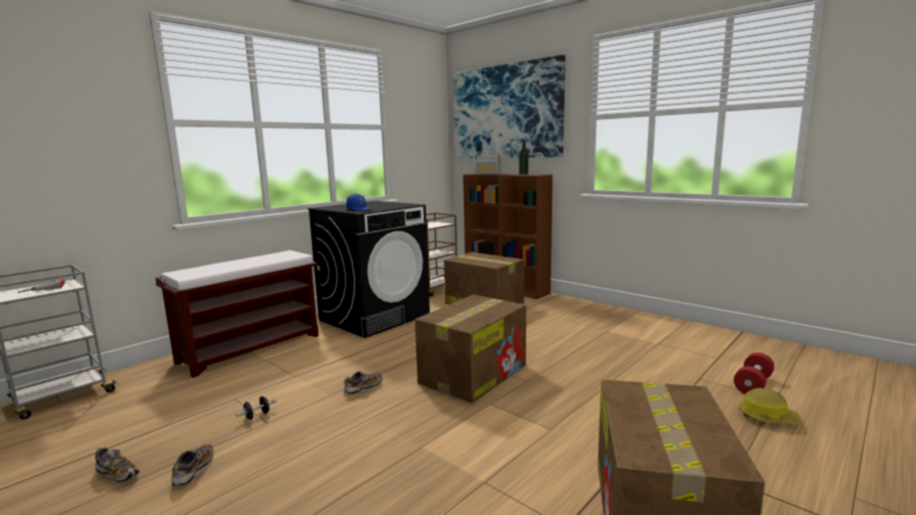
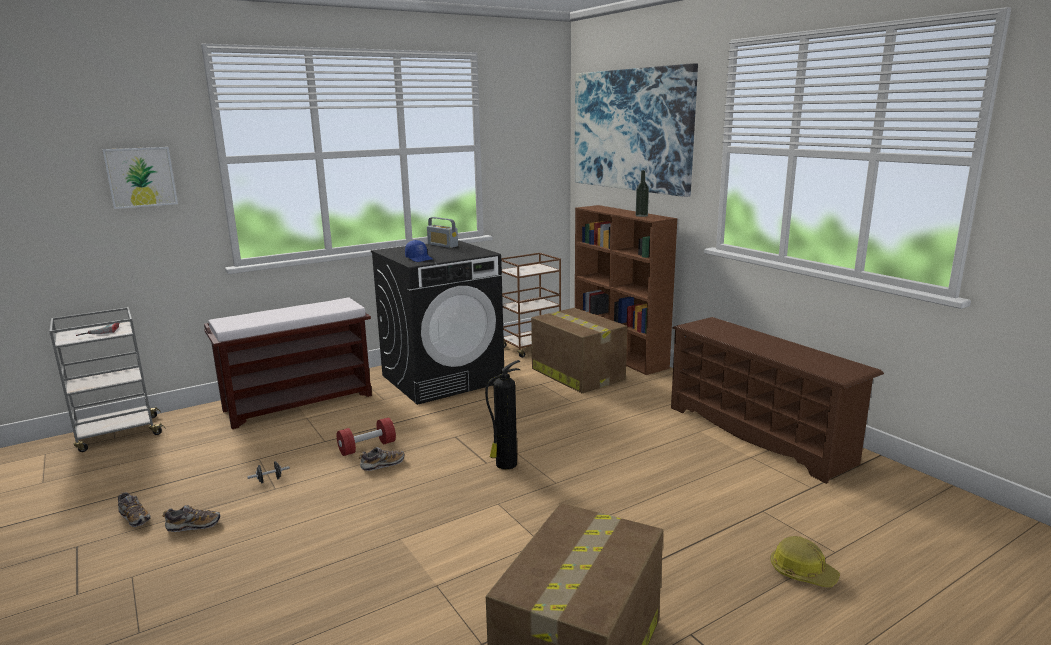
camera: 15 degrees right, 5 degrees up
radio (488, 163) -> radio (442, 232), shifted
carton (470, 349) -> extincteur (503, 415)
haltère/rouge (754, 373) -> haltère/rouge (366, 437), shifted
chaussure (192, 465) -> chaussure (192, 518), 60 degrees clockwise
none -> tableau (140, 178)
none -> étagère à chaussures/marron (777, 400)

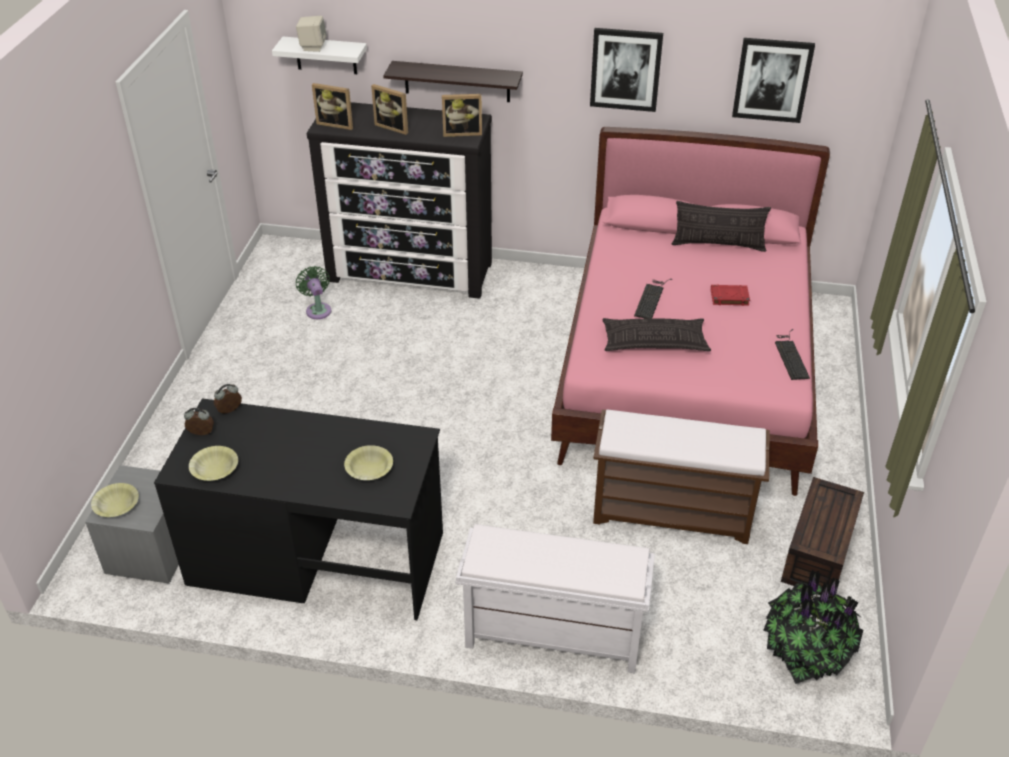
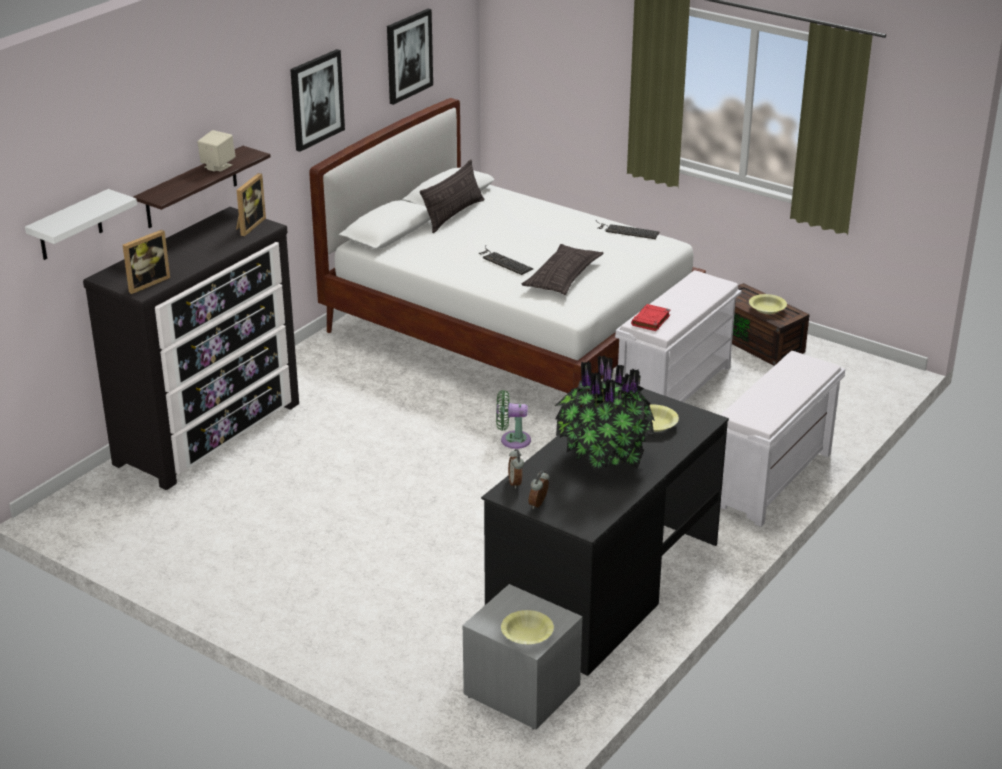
camera: 65 degrees left, 10 degrees down
enceinte/beige (311, 34) -> enceinte/beige (216, 151), shifted
cadre photo (389, 109) -> none
lit/rose (690, 311) -> lit/blanc (507, 252)
ventilateur/vert (314, 292) -> ventilateur/vert (513, 419), shifted
livre/rouge (730, 295) -> livre/rouge (651, 317), shifted
banc/marron (681, 477) -> banc/blanc (678, 336)
bol/jaune (213, 463) -> bol/jaune (768, 304), shifted
plante en pot (813, 627) -> plante en pot (605, 414), shifted

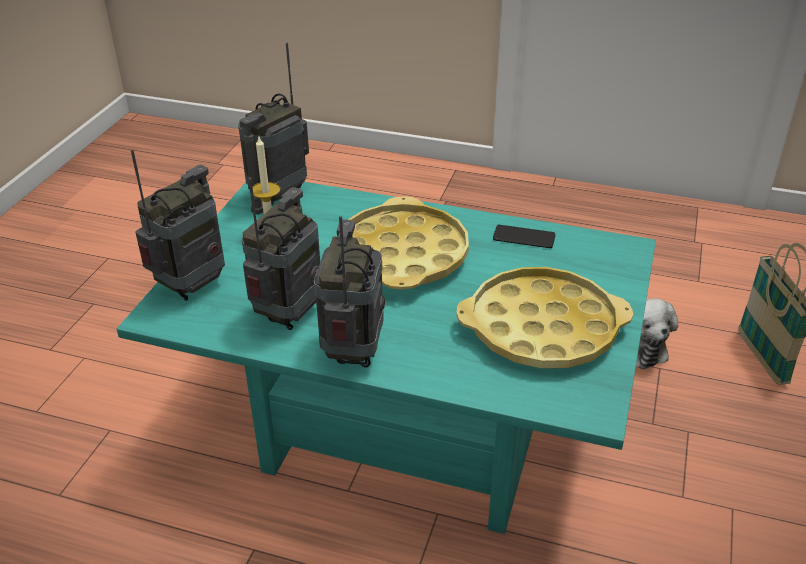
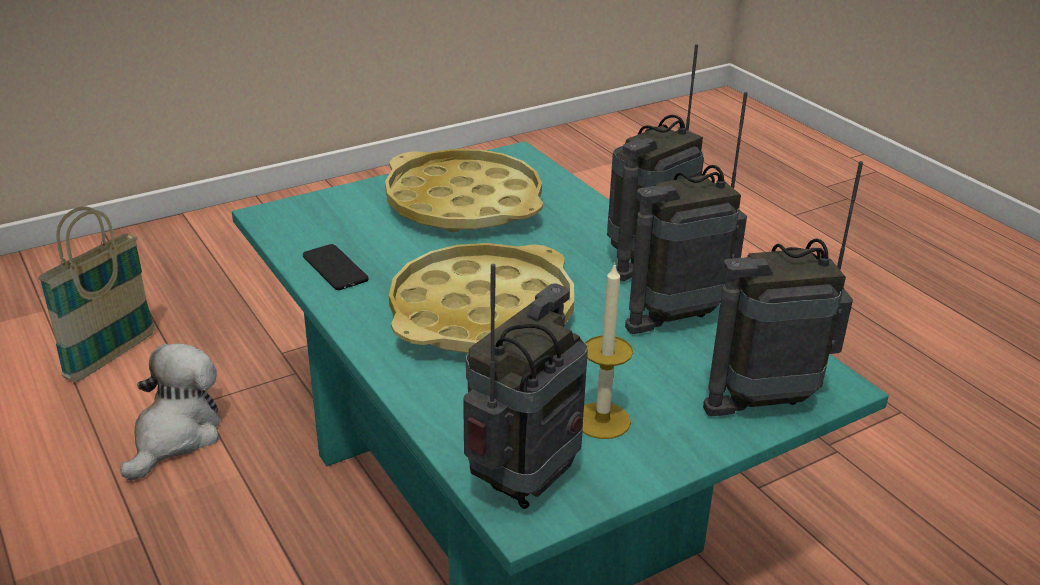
camera: 140 degrees left, 5 degrees down
radio (273, 128) -> radio (525, 386), 45 degrees counterclockwise

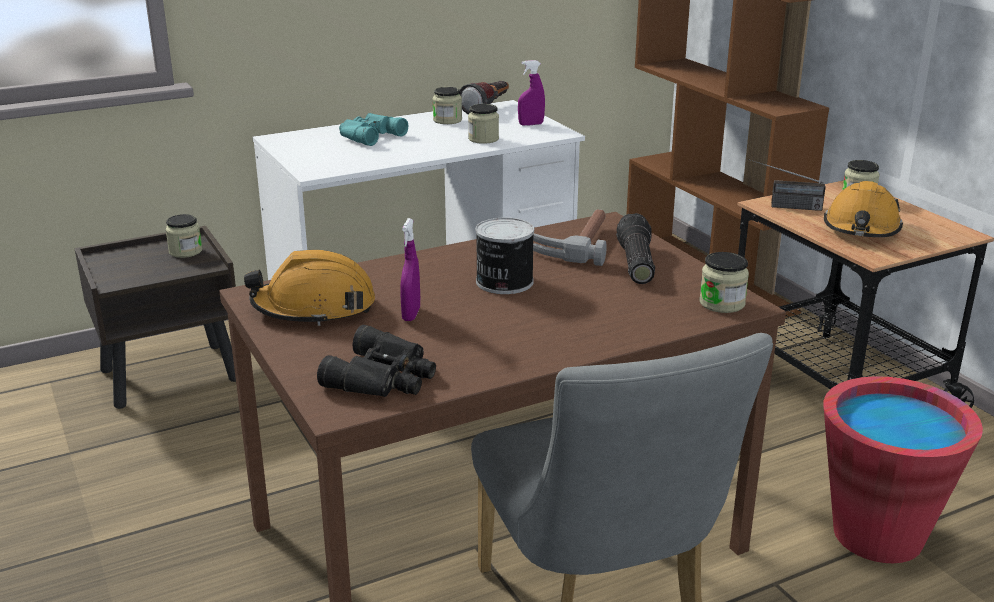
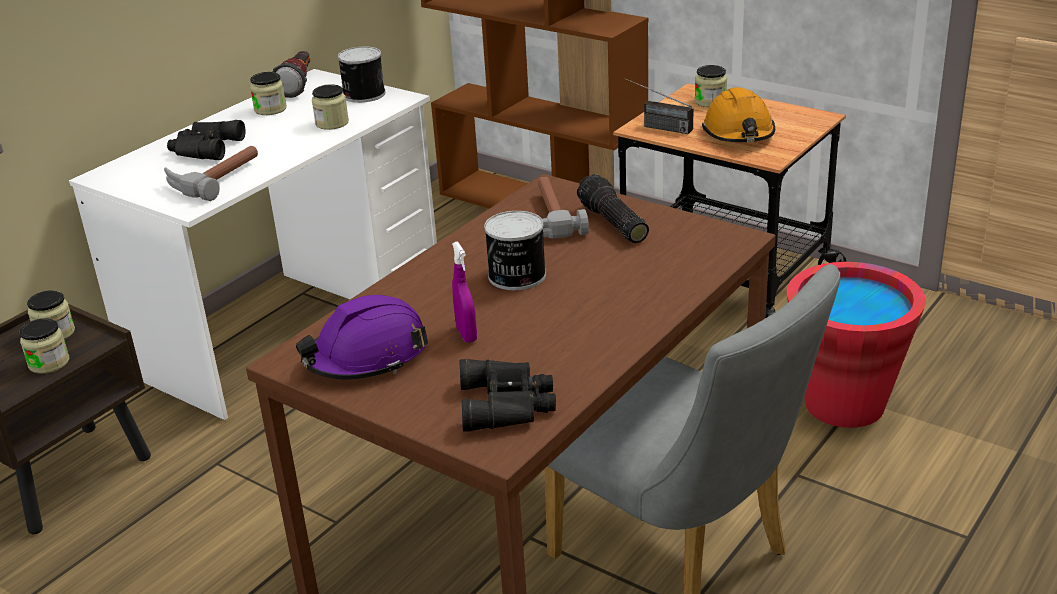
camera: 25 degrees left, 5 degrees up
vaporisateur/violet (531, 93) -> boîte métallique (362, 74)
jumelles/turquoise (373, 129) -> jumelles/noir (206, 140)
radio (787, 185) -> radio (659, 106), 45 degrees clockwise
casque de chantier/orange (309, 288) -> casque de chantier/violet (362, 337)
bocal (724, 282) -> bocal (44, 346), shifted
none -> marteau (211, 173)

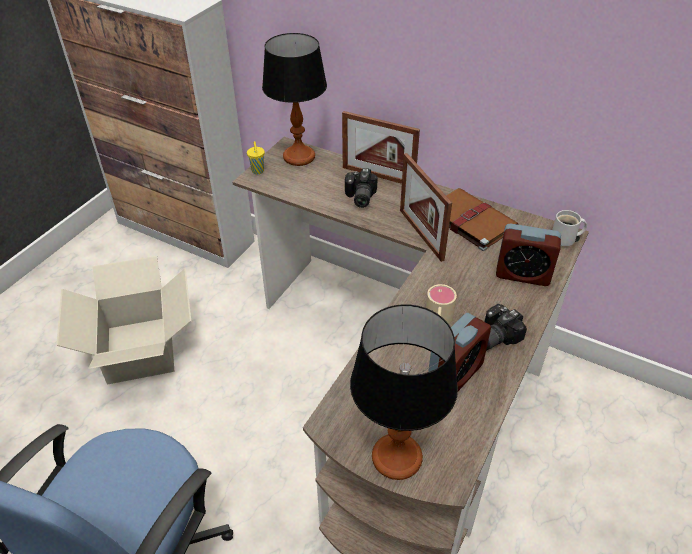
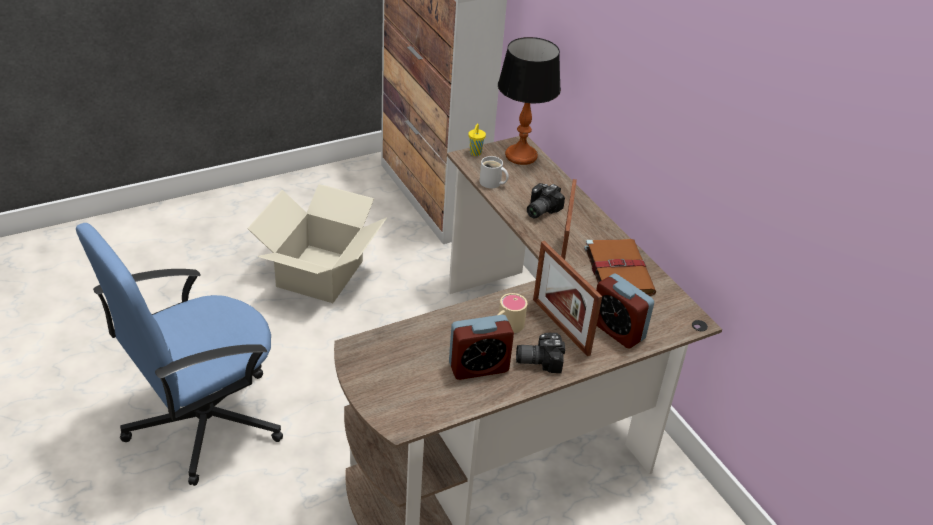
camera: 30 degrees right, 5 degrees down
cadre photo (381, 147) -> cadre photo (567, 298), shifted
mug/blanc (569, 228) -> mug/blanc (494, 172), shifted
lampe de table (404, 392) -> none

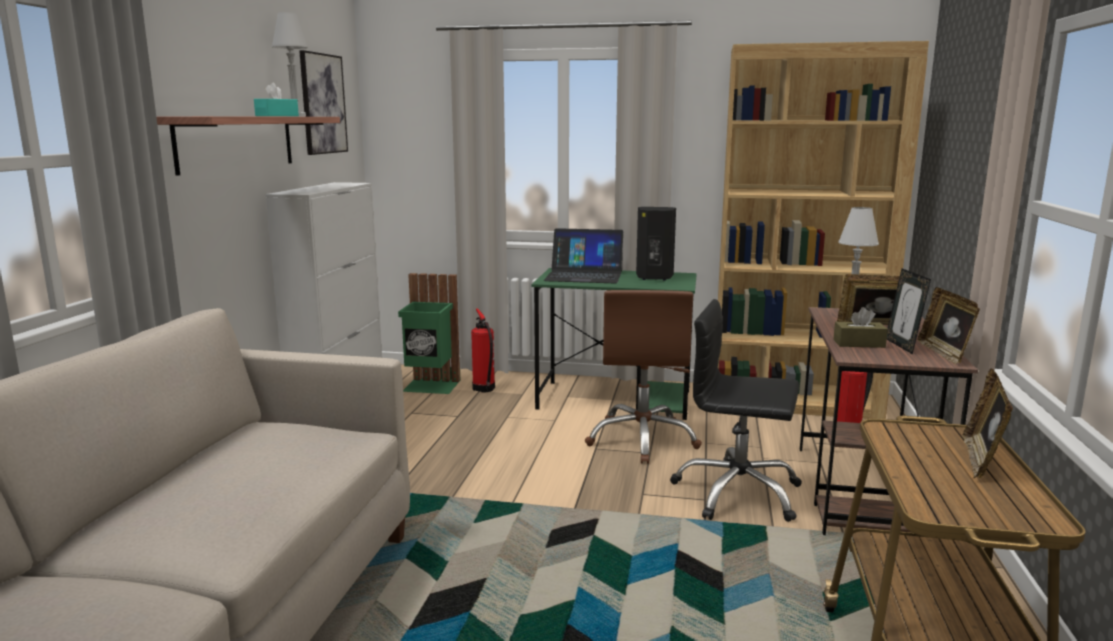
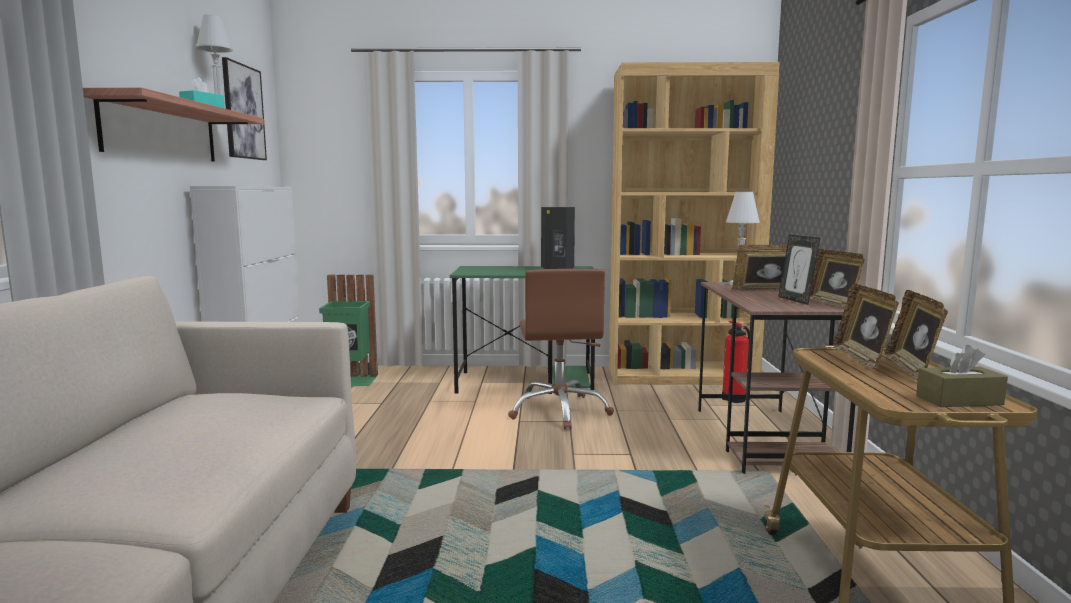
camera: 10 degrees left, 5 degrees down
ordinateur portable (583, 255) -> none
chaise de bureau/noir (736, 410) -> none
boîte à mouchoirs/marron (860, 327) -> boîte à mouchoirs/marron (962, 376), shifted
extincteur (483, 350) -> none
none -> cadre photo (866, 326)

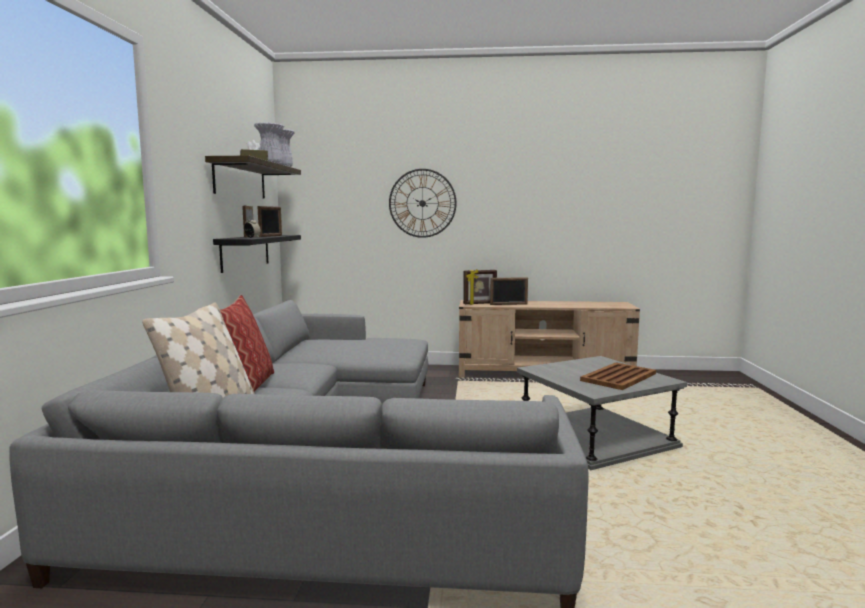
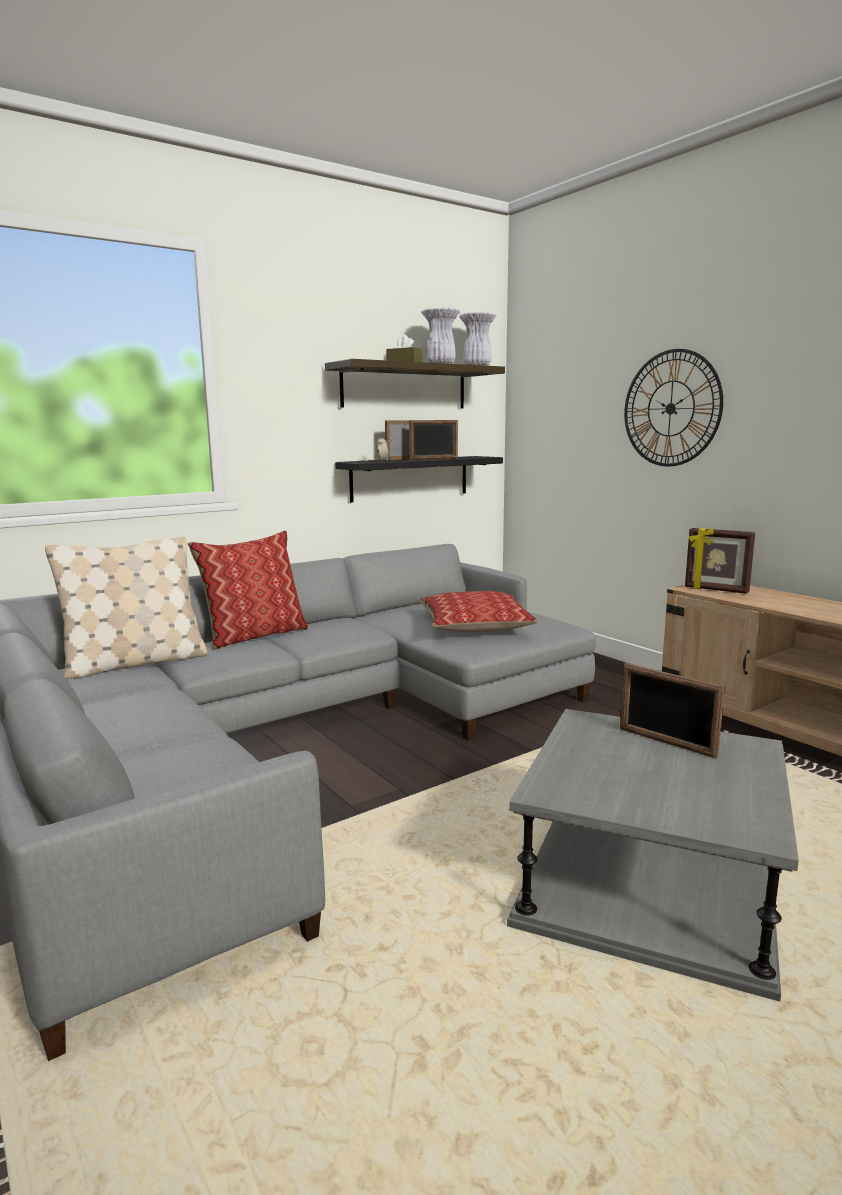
camera: 50 degrees right, 5 degrees up
cadre photo (509, 291) -> cadre photo (672, 711), shifted
plateau/marron (618, 376) -> none
none -> coussin (478, 611)

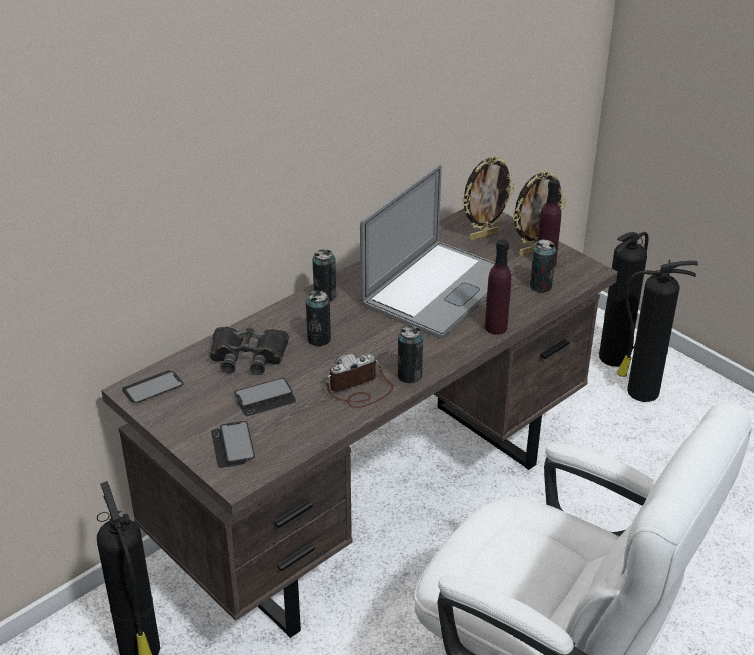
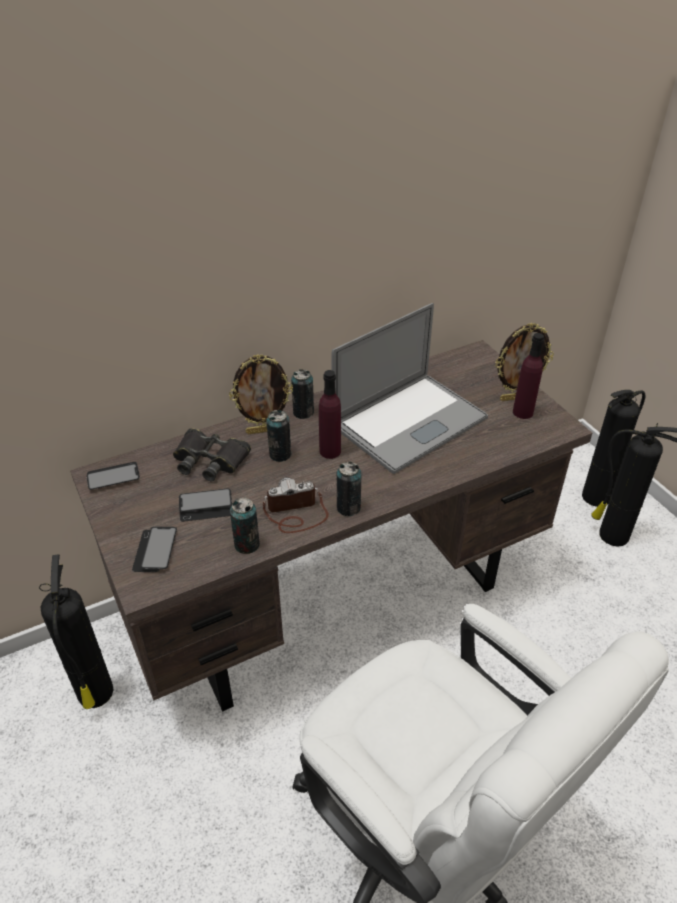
camera: 15 degrees right, 5 degrees up
cadre photo (488, 198) -> cadre photo (261, 394), shifted
boîte métallique (543, 265) -> boîte métallique (245, 526), shifted
bouteille/violet (498, 287) -> bouteille/violet (330, 414), shifted

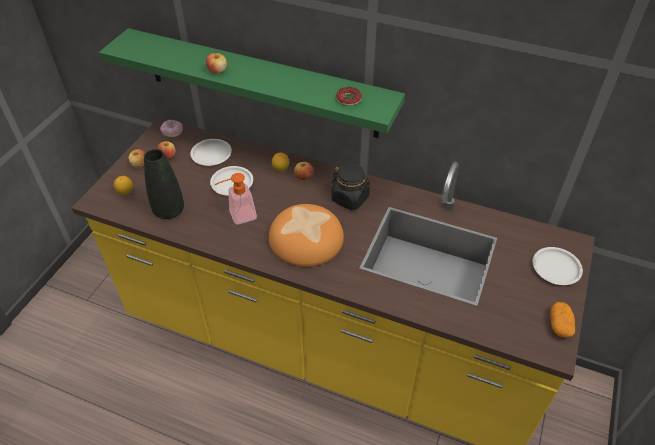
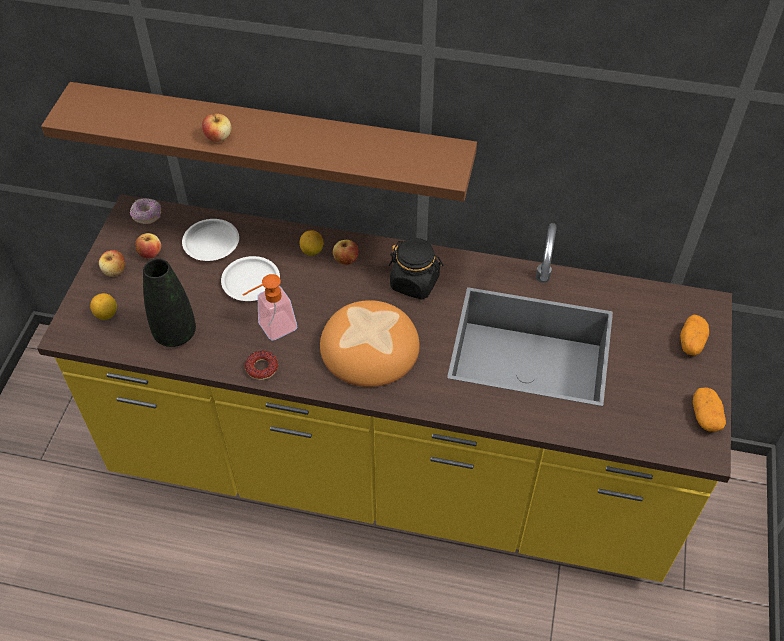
camera: 10 degrees left, 5 degrees up
étagère/vert (252, 83) -> étagère/marron (259, 142)
beignet (349, 96) -> beignet (261, 365), shifted
assiette/blanc (557, 266) -> pomme de terre (694, 335)

